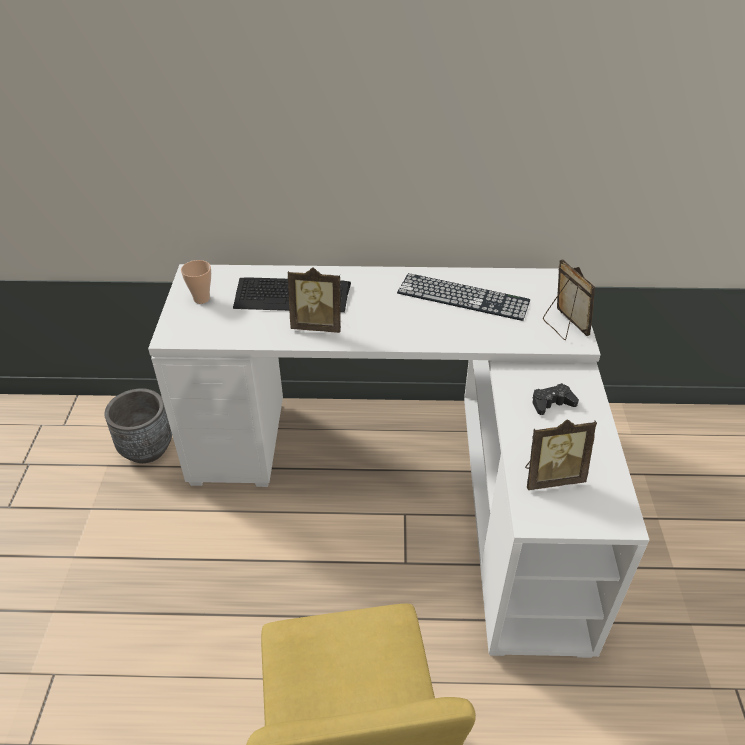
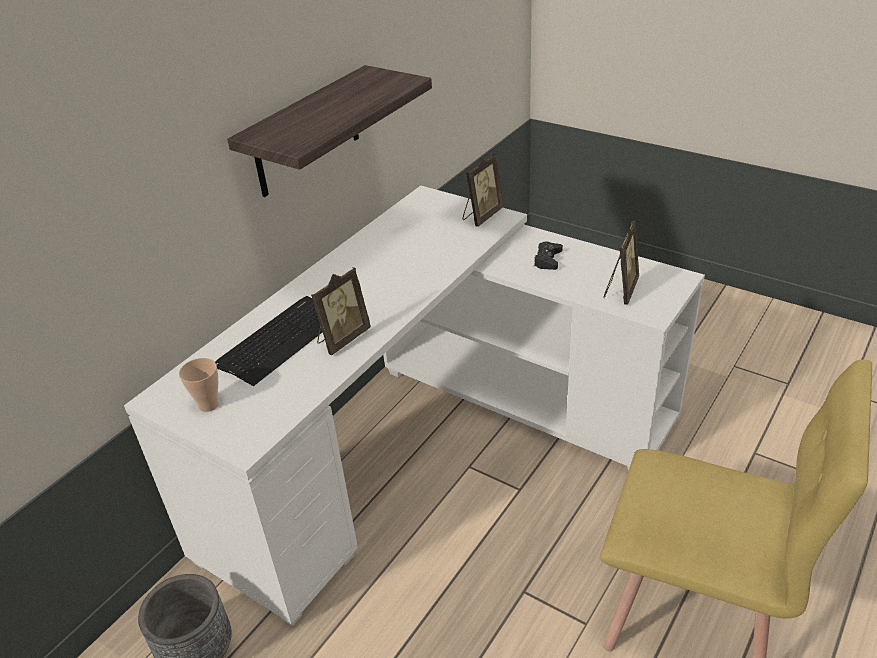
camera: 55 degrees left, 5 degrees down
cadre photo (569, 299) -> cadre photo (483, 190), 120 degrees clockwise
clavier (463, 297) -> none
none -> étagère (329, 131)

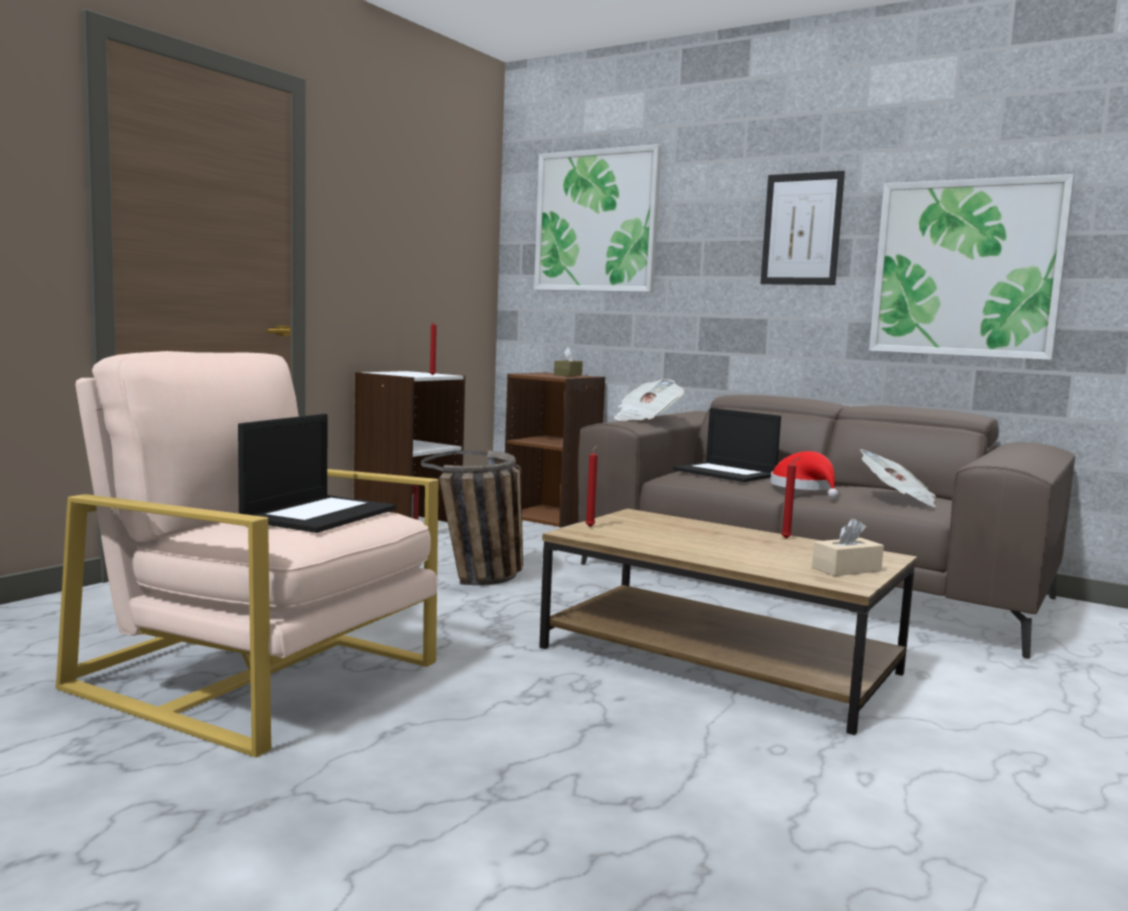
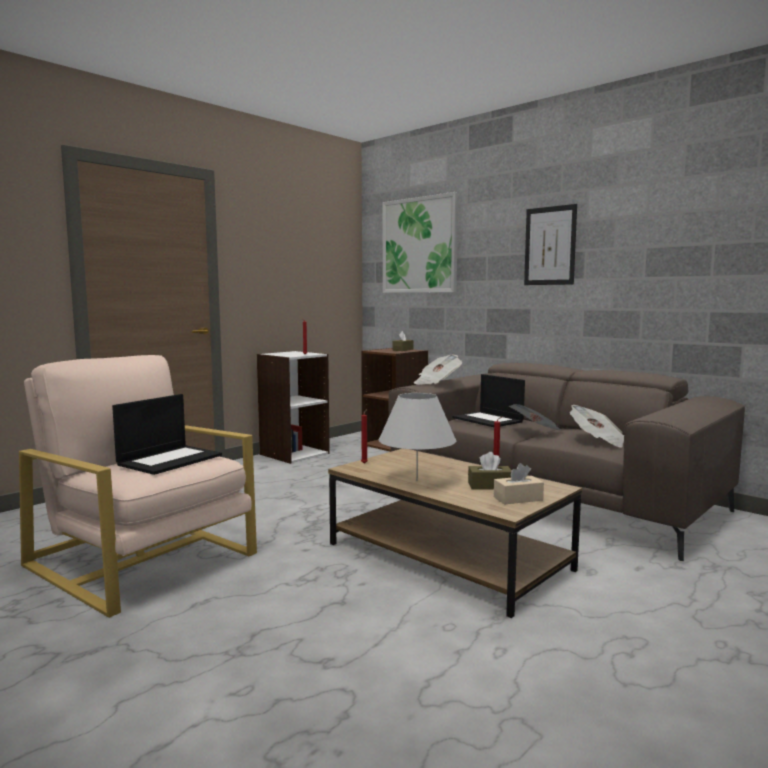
camera: 10 degrees right, 0 degrees up
tableau (971, 267) -> none
panier (472, 517) -> none
chapeau/rouge (804, 474) -> journal (536, 417)
none -> lampe de table/blanc (417, 437)
none -> boîte à mouchoirs/marron (490, 471)

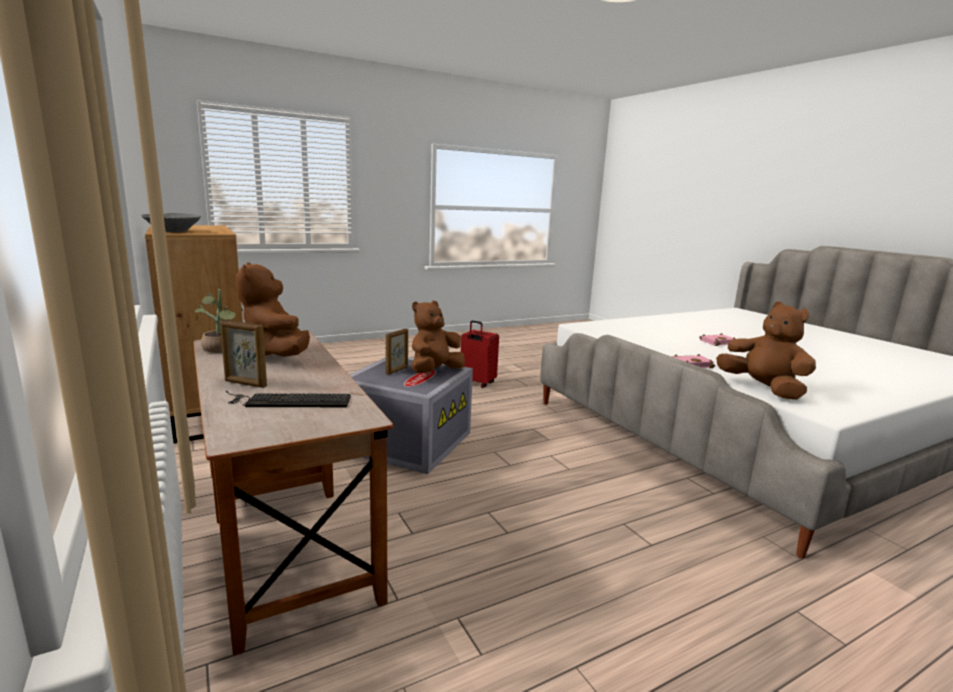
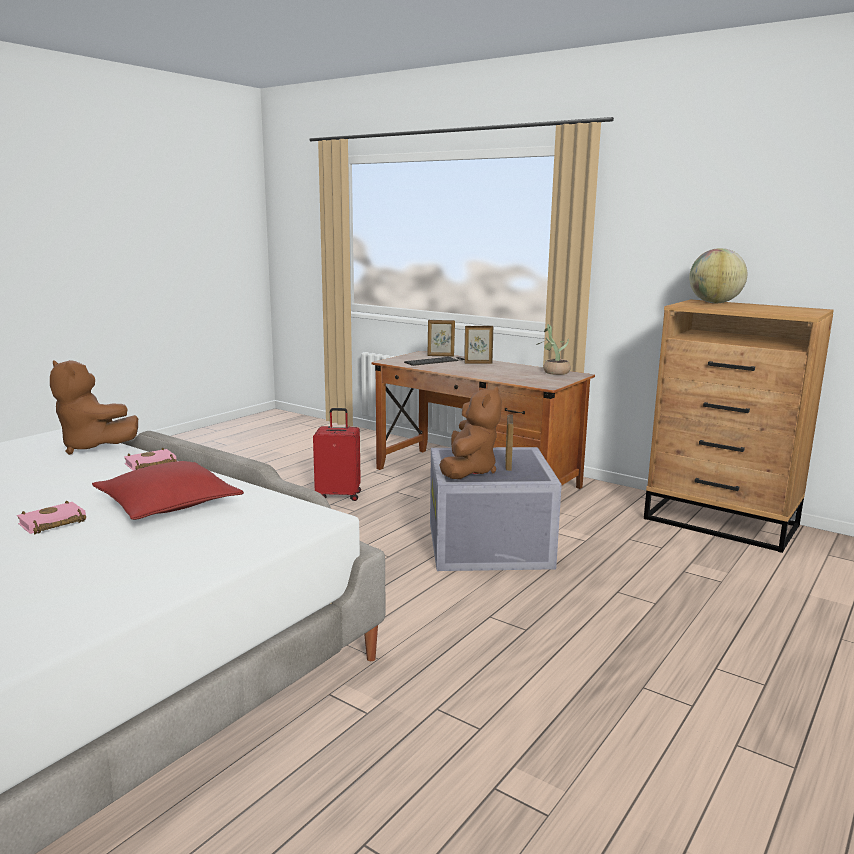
camera: 155 degrees right, 0 degrees up
bol/gris (171, 222) -> globe (718, 275)
peluche/marron (273, 309) -> none
valise/rouge (480, 354) -> valise/rouge (337, 454), shifted
none -> cadre photo (441, 338)
none -> coussin/rouge (168, 490)

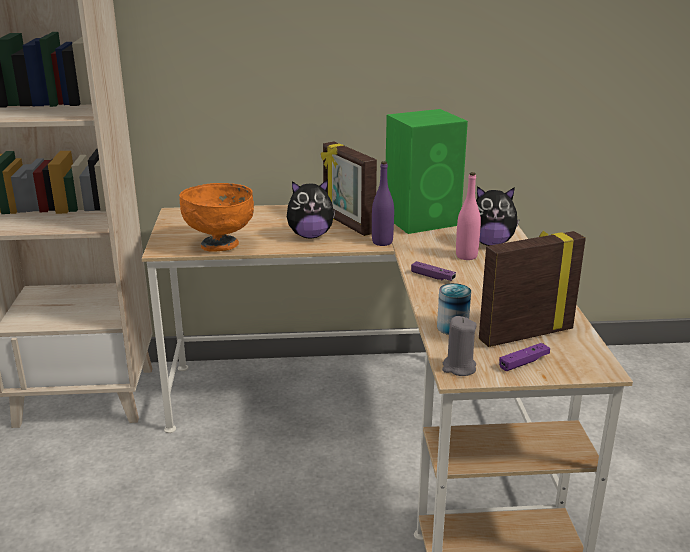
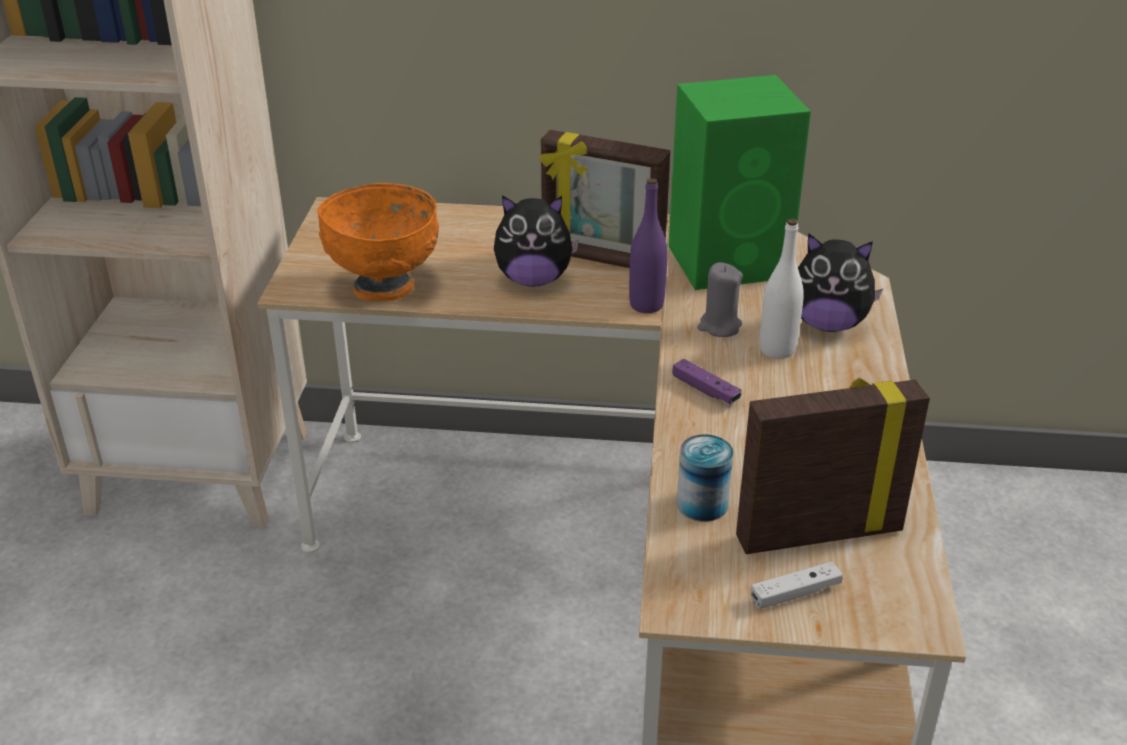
camera: 10 degrees right, 10 degrees up
cadre photo (349, 189) -> cadre photo (605, 199), 45 degrees counterclockwise
bouteille/rose (468, 216) -> bouteille/blanc (782, 288)
bougie/gris (459, 346) -> bougie/gris (720, 299), shifted
manette/violet (524, 357) -> manette/blanc (796, 585)

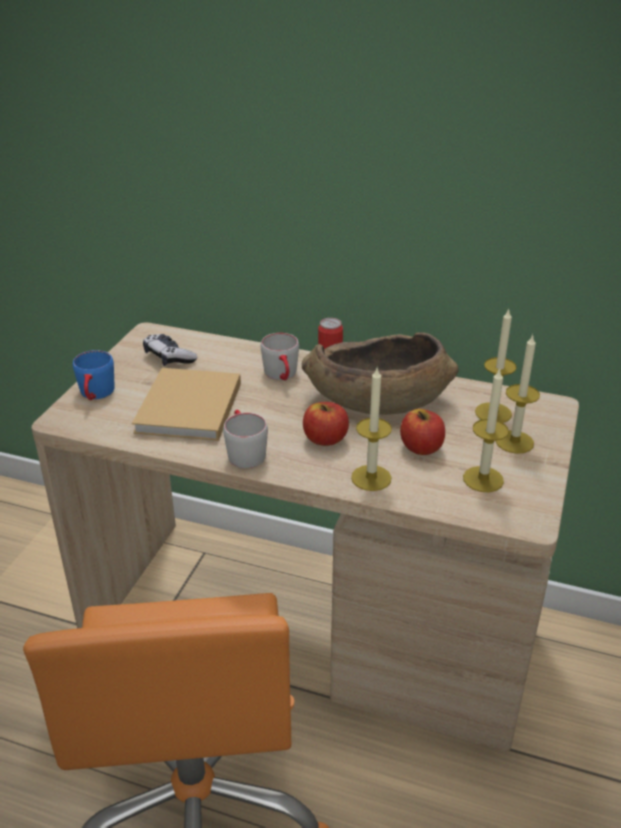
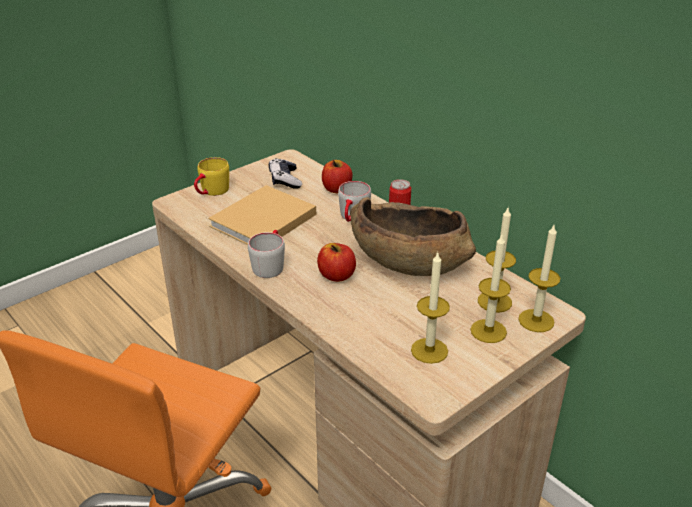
camera: 30 degrees right, 0 degrees up
mug/bleu (93, 375) -> mug/jaune (211, 176)
bougie (371, 429) -> bougie (539, 278), shifted
pomme (422, 432) -> pomme (337, 176), shifted

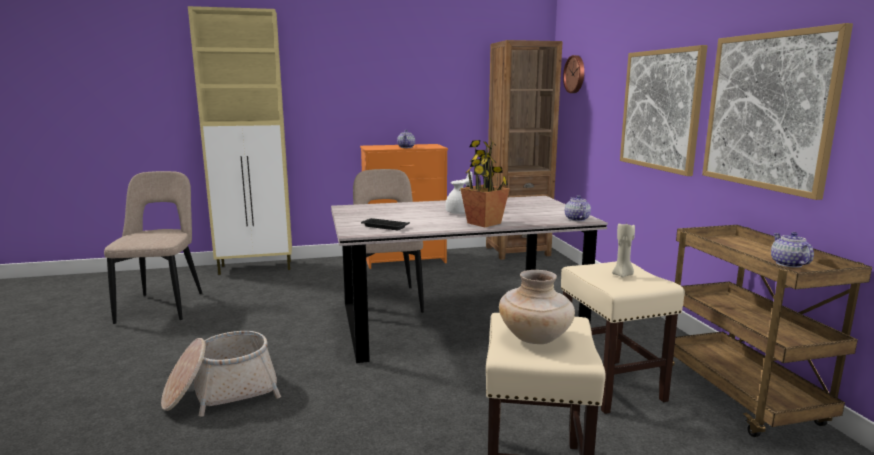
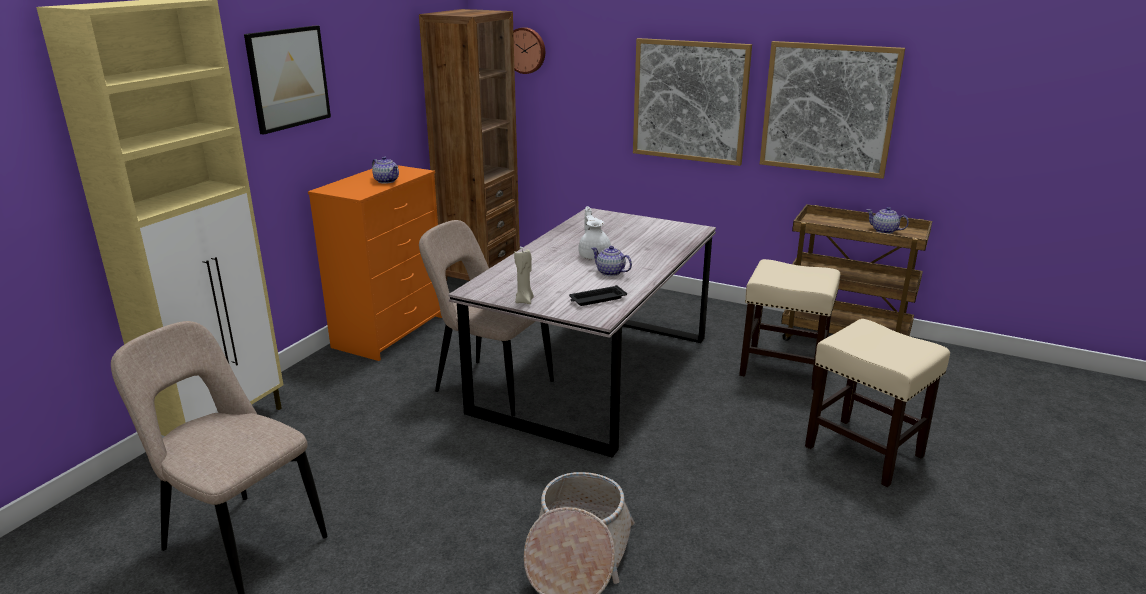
camera: 50 degrees left, 10 degrees up
plante en pot (485, 182) -> none
théière (578, 208) -> théière (611, 261), shifted
bougie/beige (623, 250) -> bougie/beige (524, 276), shifted
vase/beige (537, 307) -> none
none -> tableau (287, 80)

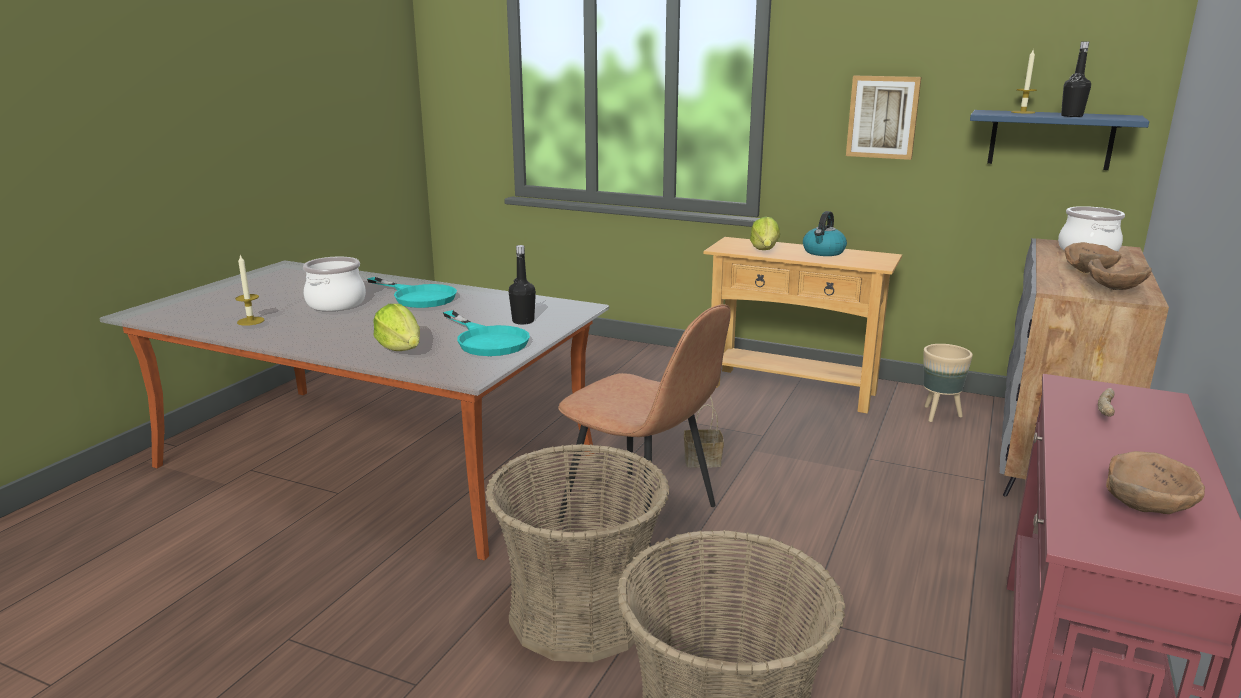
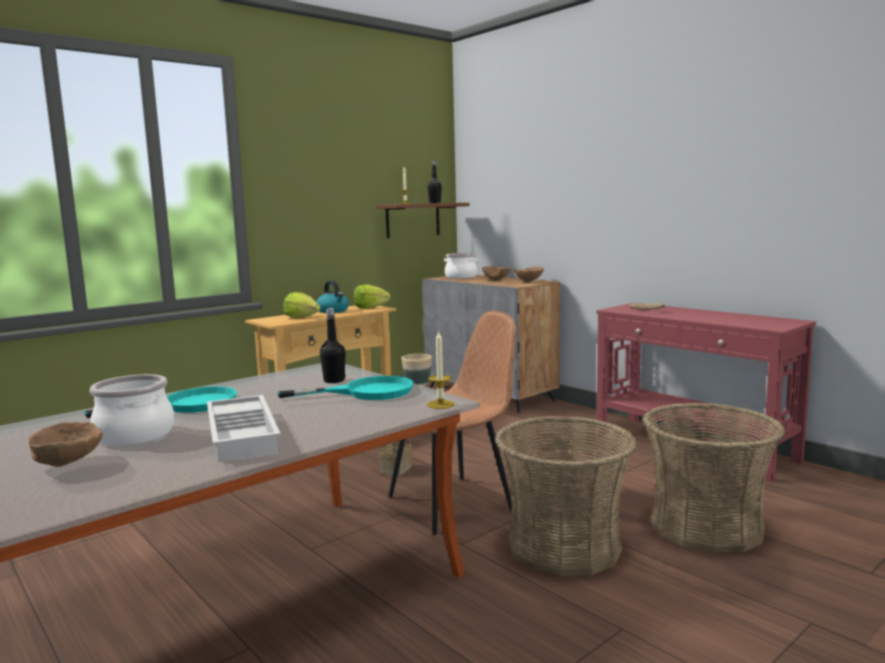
camera: 65 degrees left, 10 degrees down
tableau (883, 118) -> none
étagère/bleu (1059, 140) -> étagère/marron (422, 220)
bougie (249, 290) -> bougie (441, 370), shifted
laitue (396, 327) -> laitue (372, 296), shifted
bol/marron (1155, 482) -> bol/marron (65, 444), shifted
none -> plateau/blanc (244, 428)

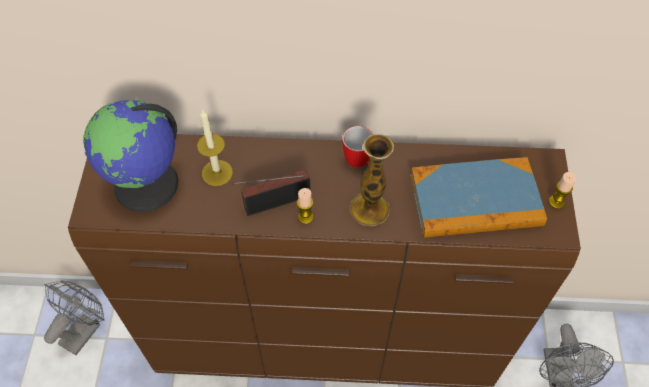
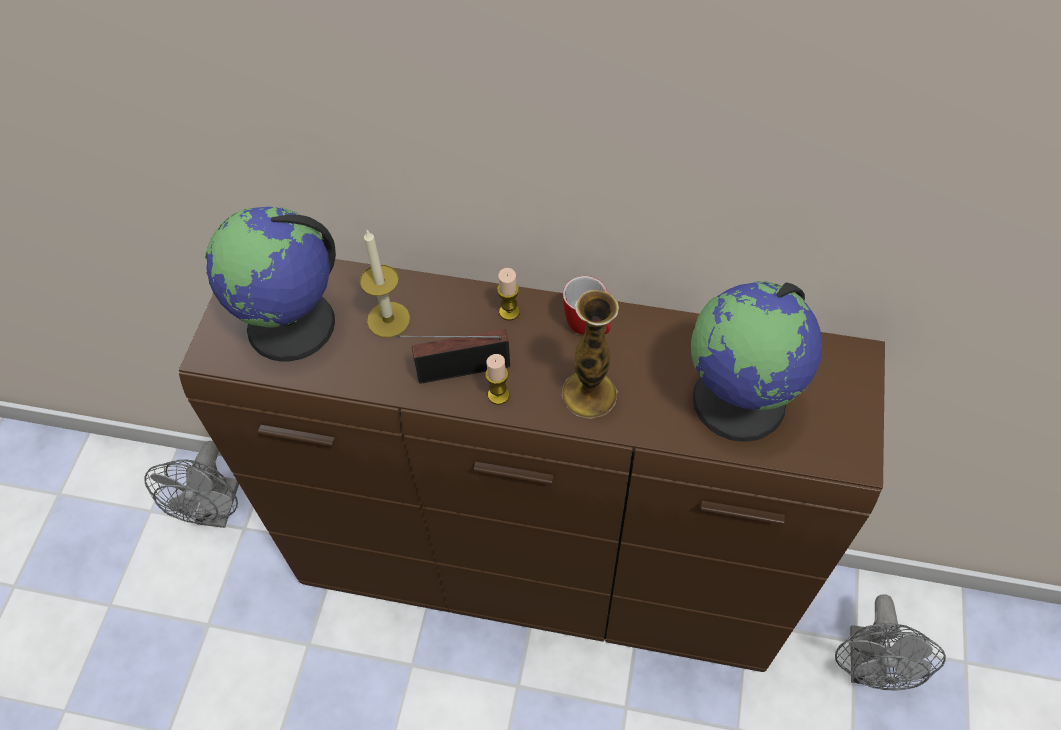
camera: 10 degrees right, 0 degrees up
livre (478, 197) -> globe (756, 361)
bougie (562, 190) -> bougie (508, 294), shifted
ventilateur/gris (74, 317) -> ventilateur/gris (191, 484), 150 degrees clockwise

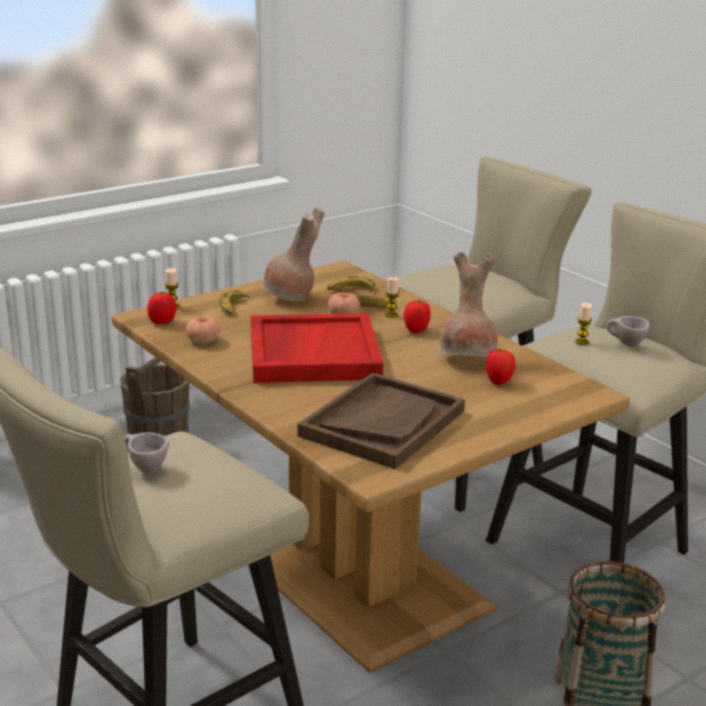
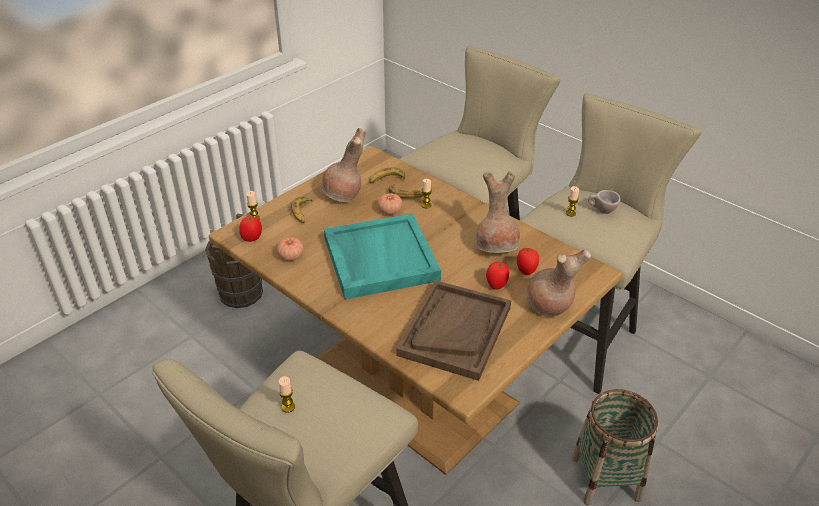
camera: 10 degrees left, 15 degrees up
tomate (417, 316) -> tomate (497, 276), shifted
plateau/rouge (317, 348) -> plateau/turquoise (382, 256)
tasse/beige (147, 452) -> bougie (287, 394)
none -> vase/marron (558, 283)

